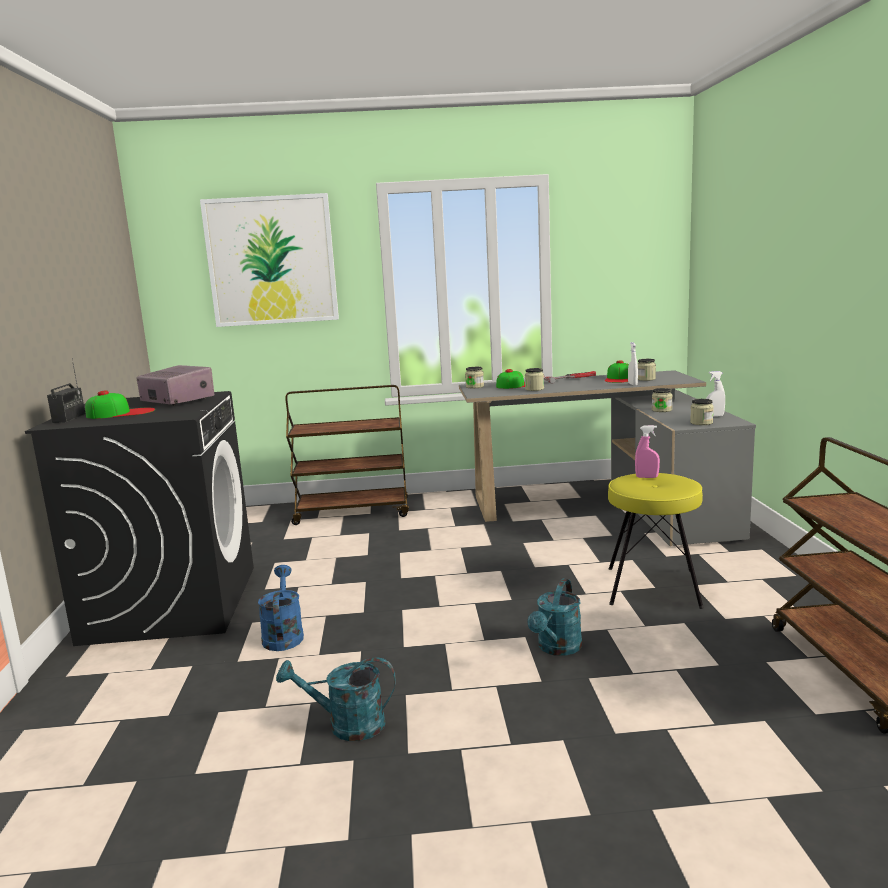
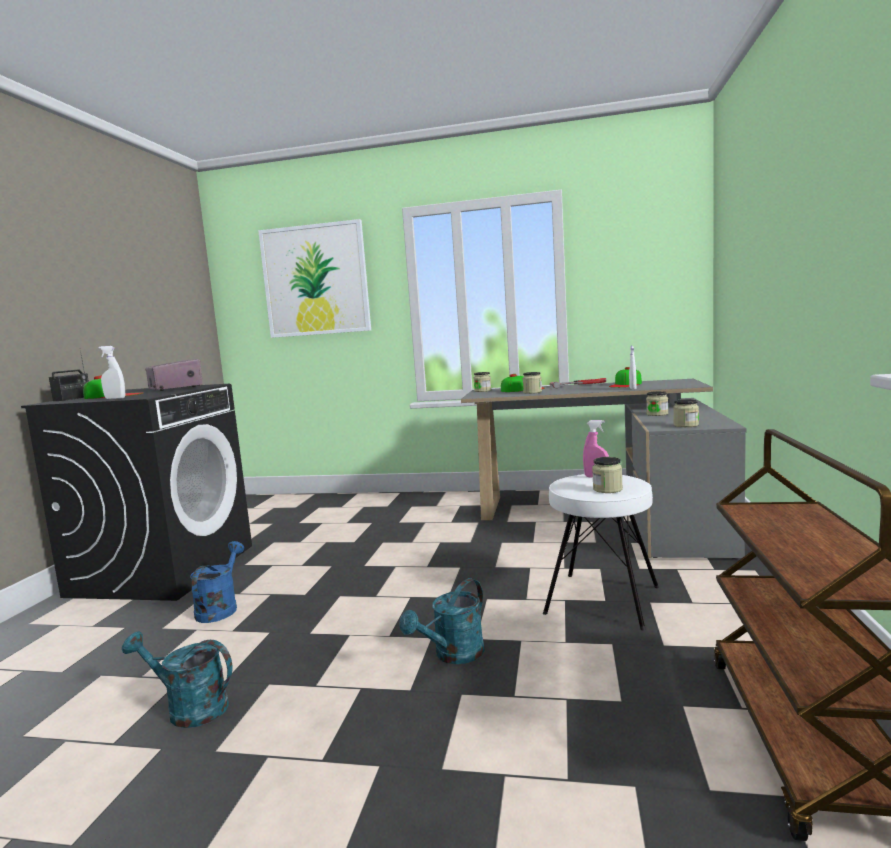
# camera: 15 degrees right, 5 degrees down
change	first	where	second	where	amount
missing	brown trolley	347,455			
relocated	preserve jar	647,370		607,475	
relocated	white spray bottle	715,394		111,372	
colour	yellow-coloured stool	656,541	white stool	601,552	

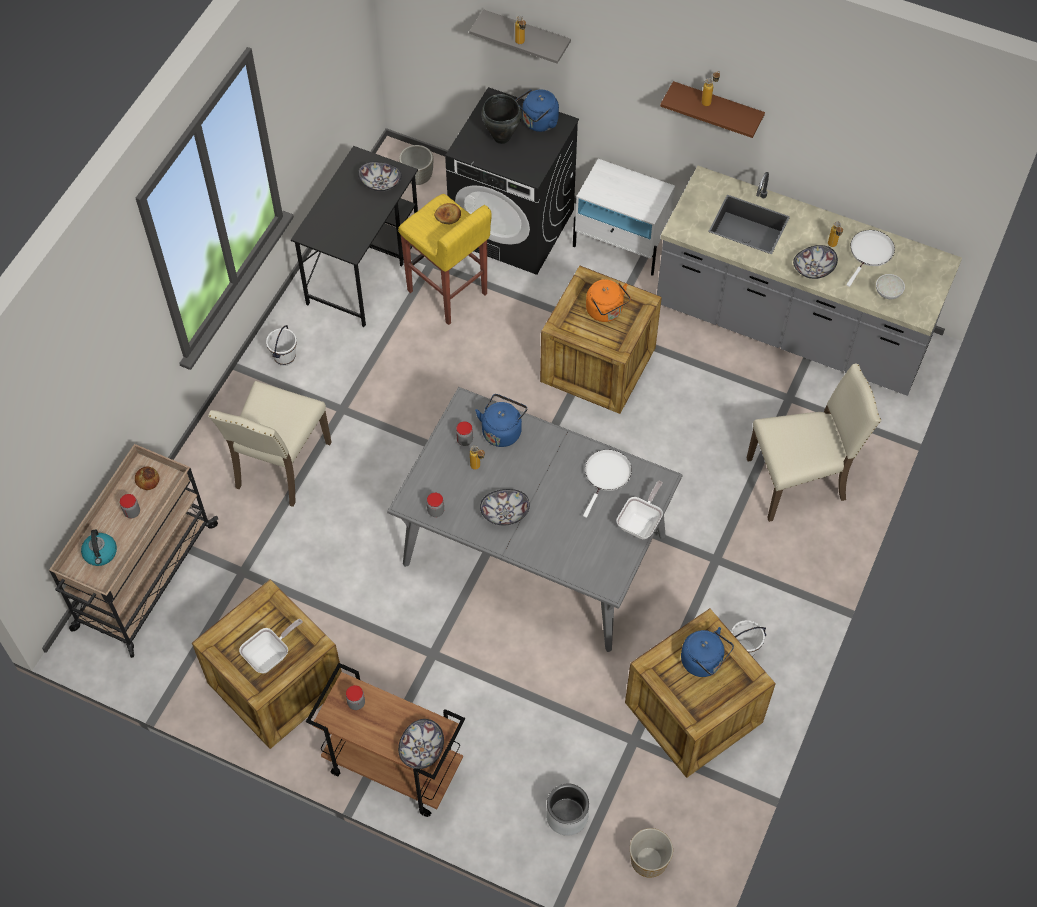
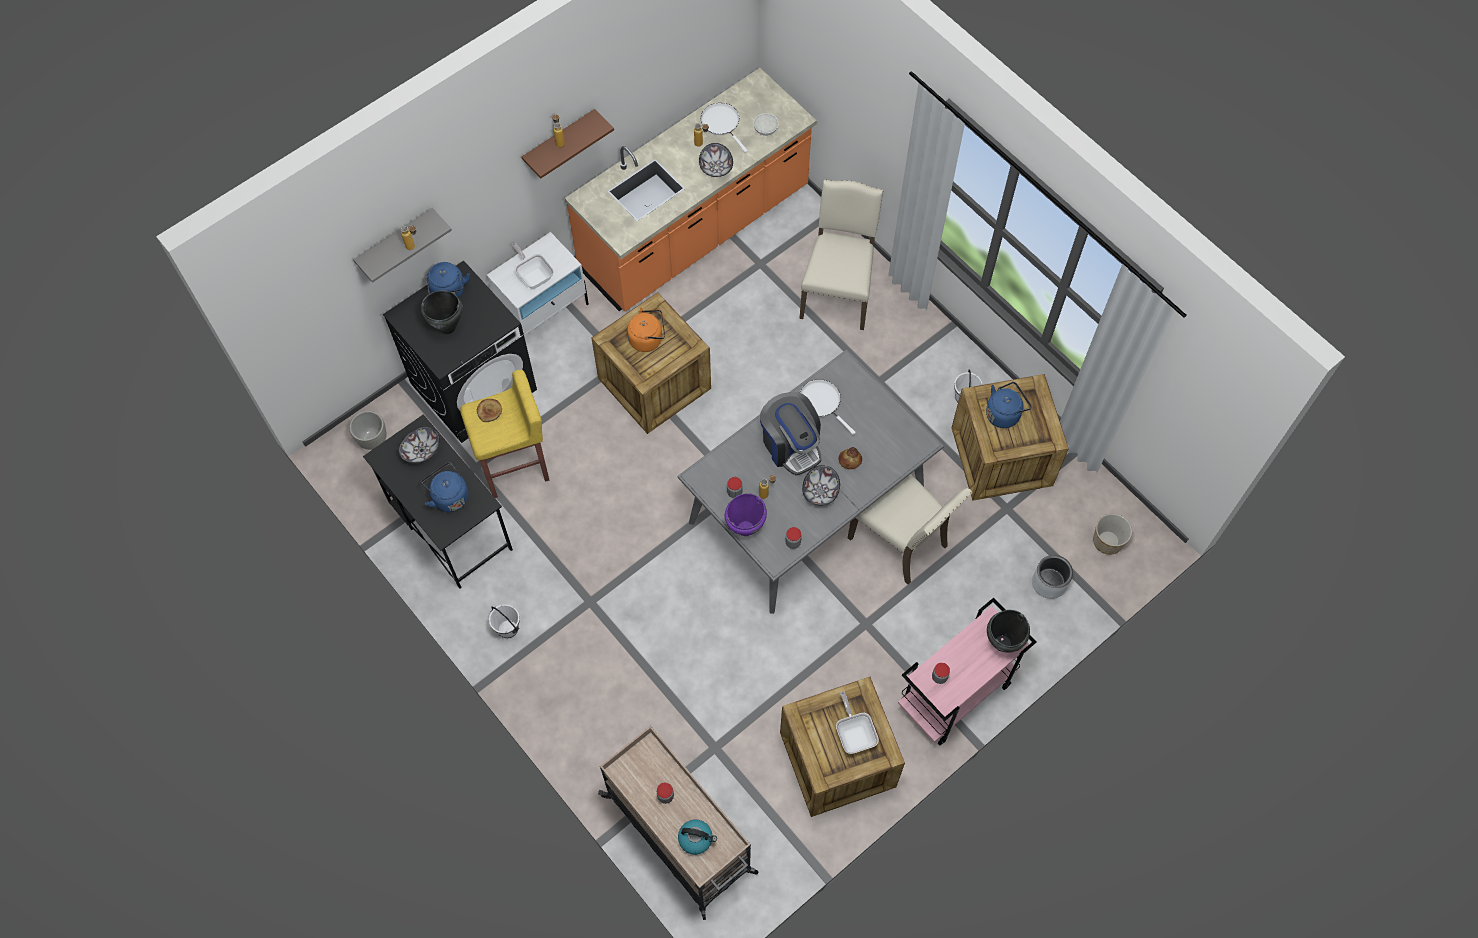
# camera: 65 degrees left, 5 degrees up
change	first	where	second	where	amount
appeared			purplish stockpot	746,514	
appeared			coffee brewer	790,434	
relocated	bakery bread	147,478		850,458	
relocated	beige chair	269,444		910,529	
relocated	blue-coloured water kettle	501,420		445,487	
relocated	pan	640,510		533,266	
exchanged	deep dish	421,744	black-coloured stockpot	1008,631	
colour	brown trolley	385,740	pink-coloured trolley	967,671	
colour	gray kitchen counter	809,281	orange kitchen counter	691,189	

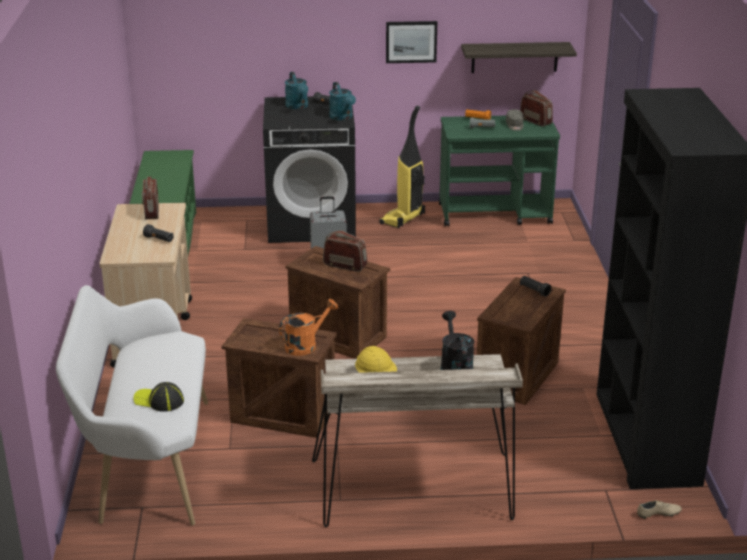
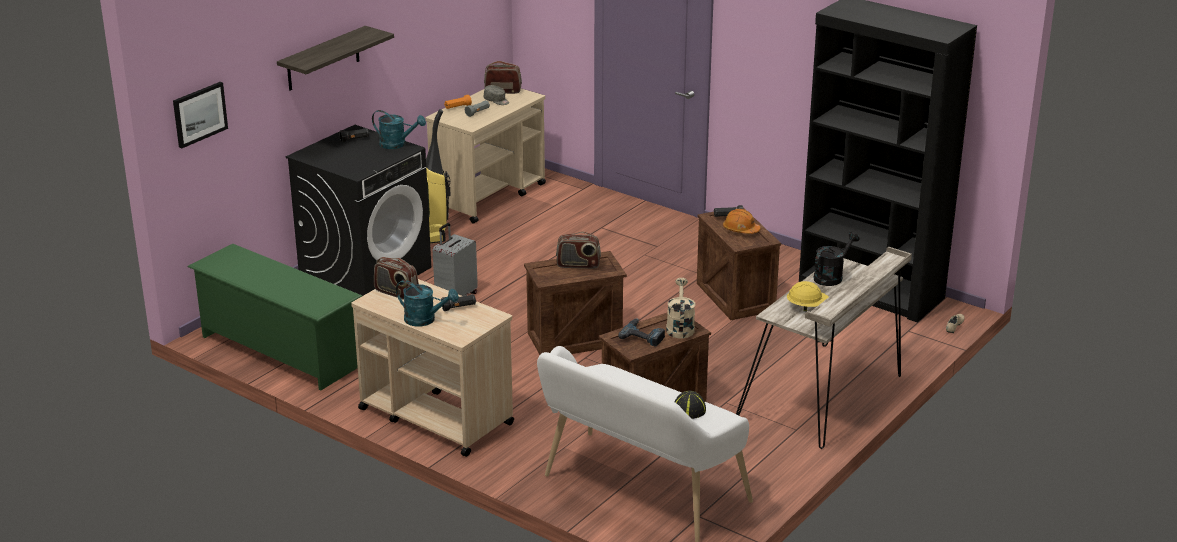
# camera: 50 degrees left, 0 degrees up
change	first	where	second	where	amount
appeared			drill	641,332	
appeared			orange safety helmet	742,221	
relocated	turquoise-coloured sprinkling can	296,90		427,303	
relocated	wall art	411,42		200,115	
relocated	bracket shelf	519,57		335,58	
colour	orange sprinkling can	308,327	beige sprinkling can	680,308	
colour	green-coloured trolley	499,171	beige trolley	486,156	
spun	radio receiver	345,251		578,250	150 degrees counterclockwise
spun	black-coloured sprinkling can	458,340		837,259	105 degrees clockwise

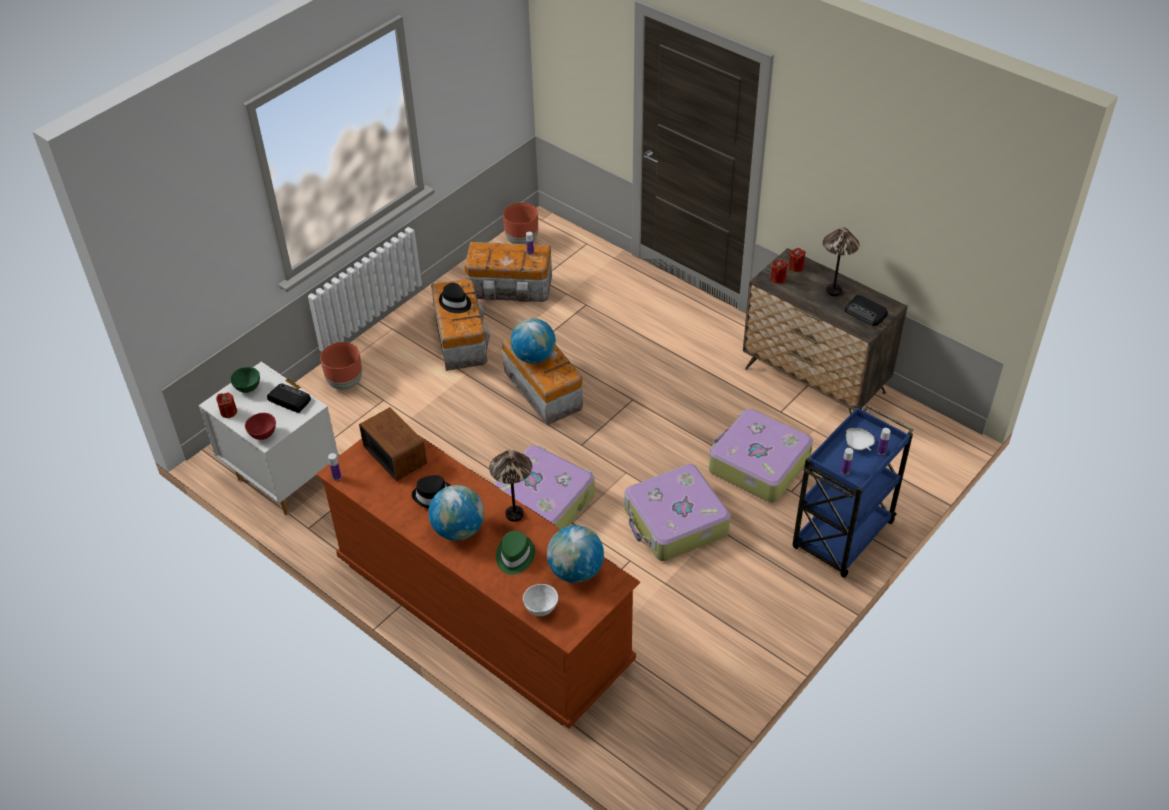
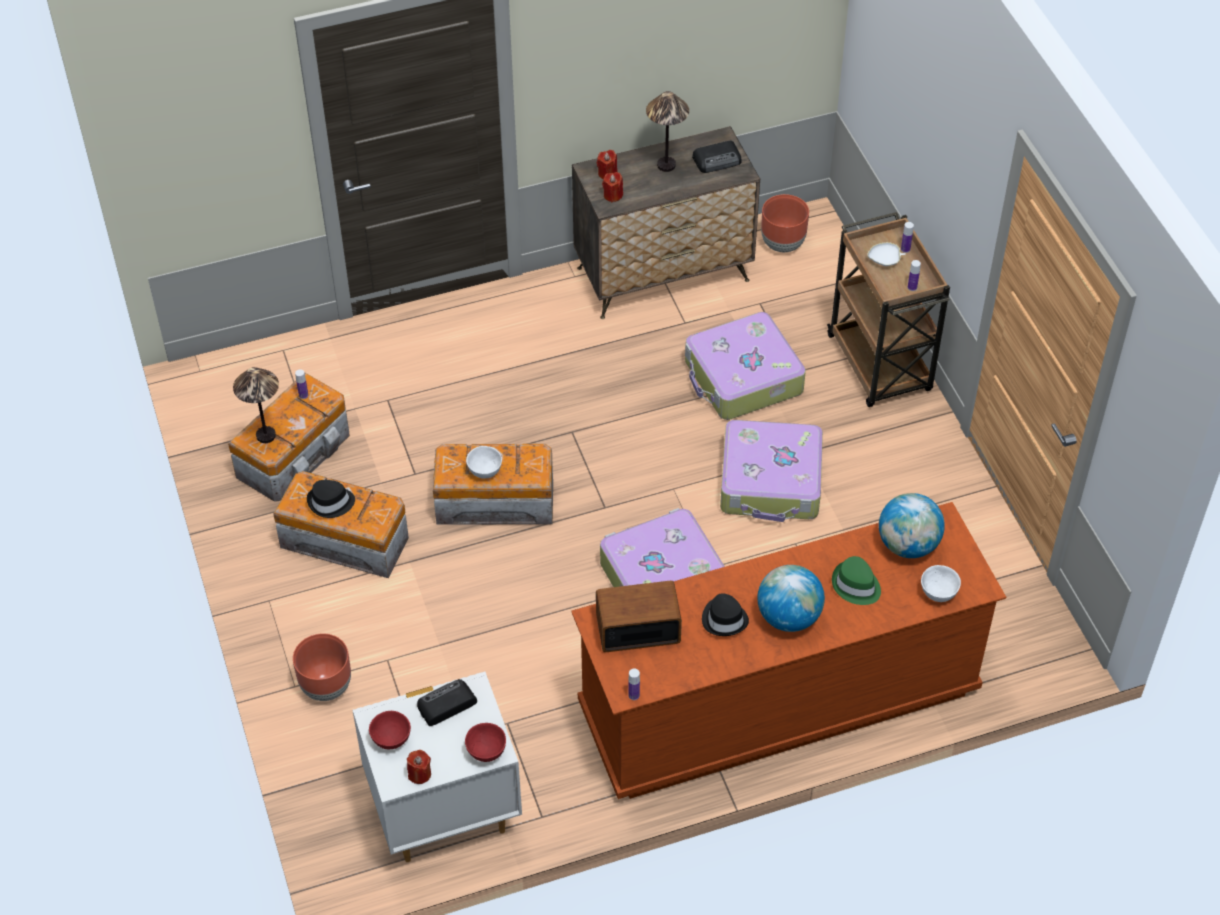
# camera: 60 degrees left, 5 degrees up
change	first	where	second	where	amount
relocated	tabletop lamp	510,486		256,405	
relocated	brown planter	520,223		785,223	
exchanged	desk globe	533,340	white deep dish	484,462	
colour	green-coloured deep dish	245,380	red deep dish	390,730	
colour	blue-coloured trolley	853,491	brown trolley	888,309	

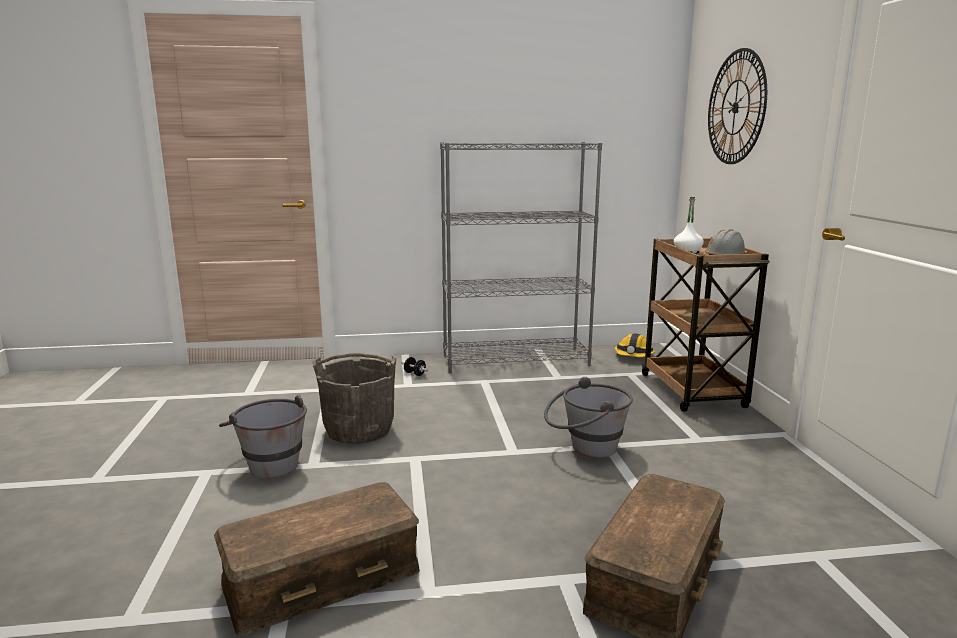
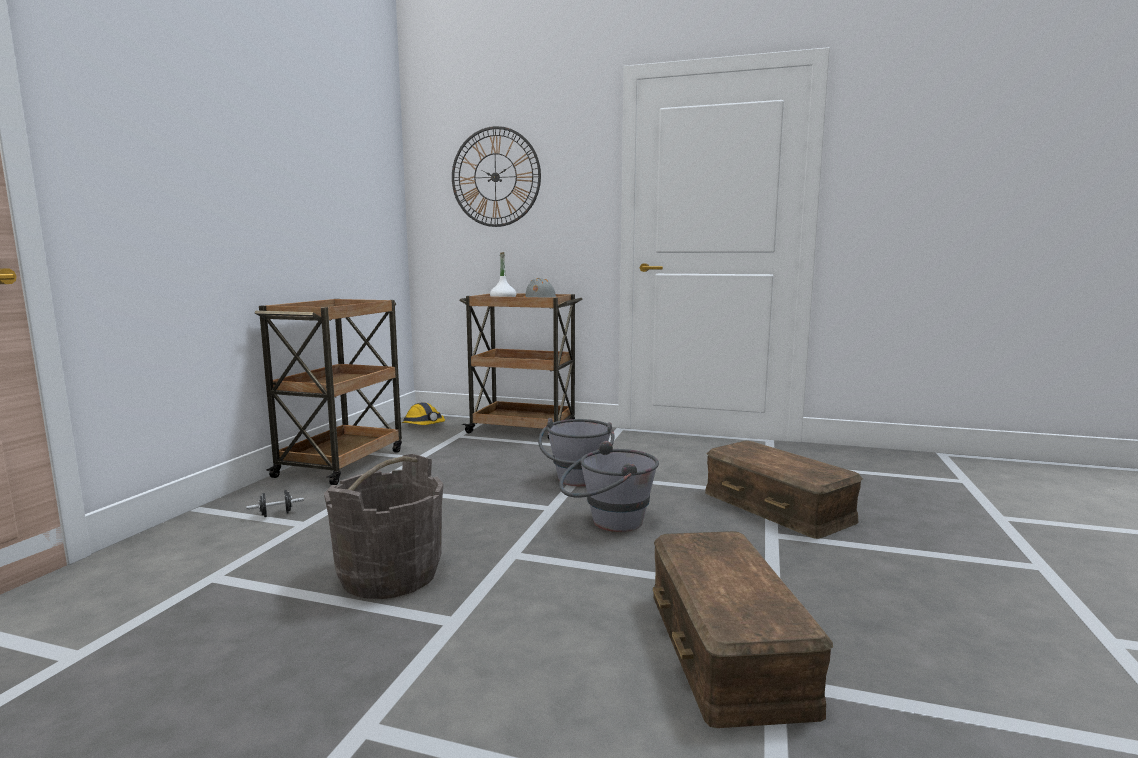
# camera: 65 degrees left, 5 degrees down
change	first	where	second	where	amount
relocated	gray bucket	263,437		609,486	
exchanged	gray bookcase	521,257	brown trolley	328,392	

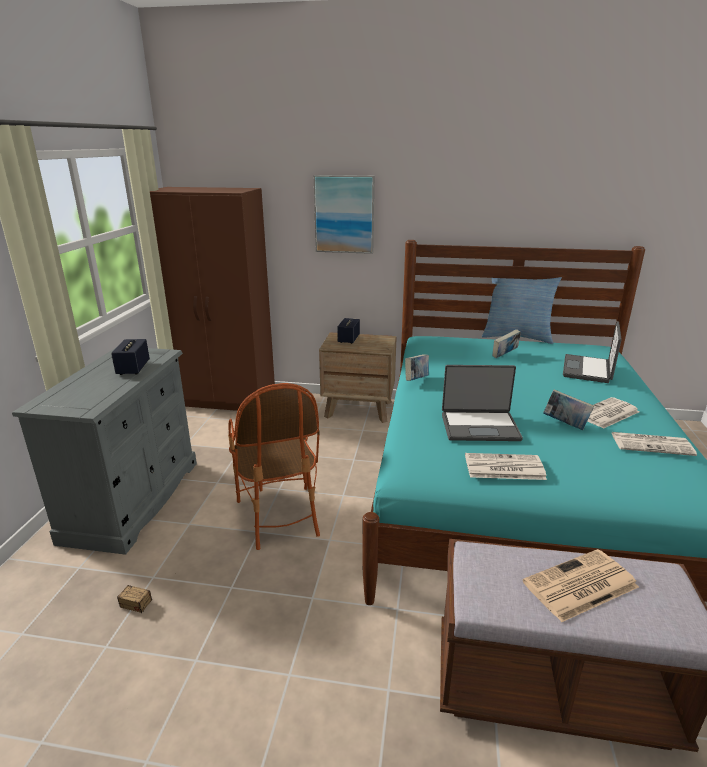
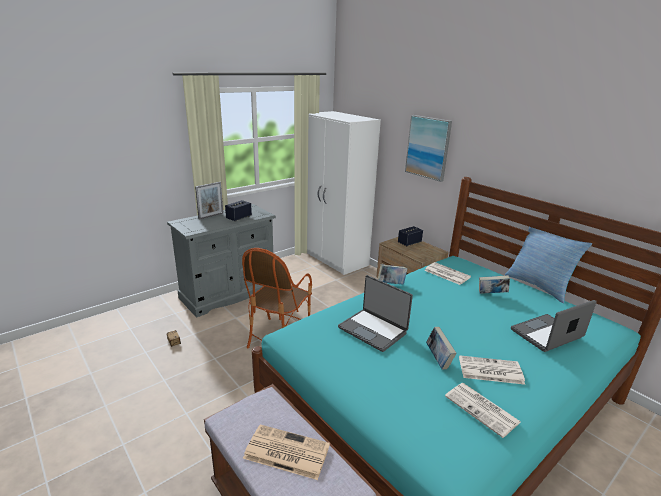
# camera: 40 degrees right, 0 degrees up
change	first	where	second	where	amount
appeared			photo frame	209,201	
relocated	printed paper	506,466		447,273	
colour	brown armoire	212,299	white armoire	344,193	

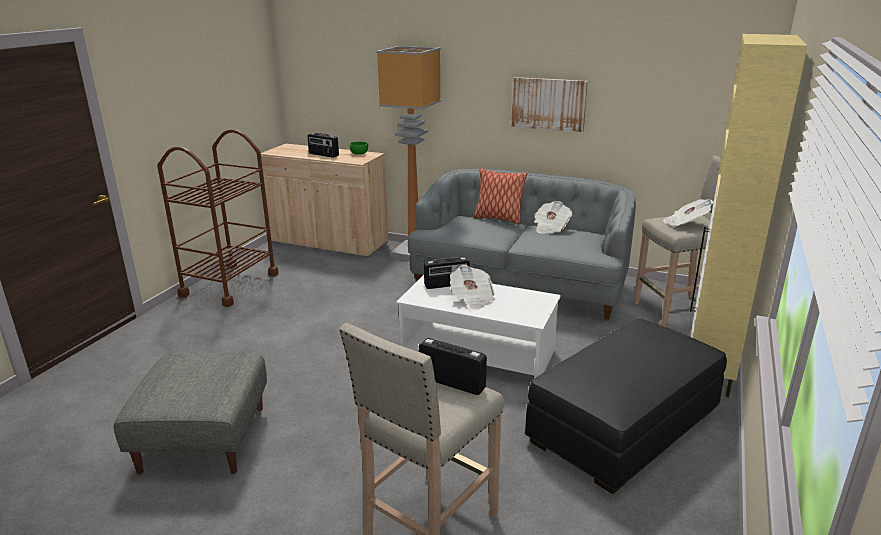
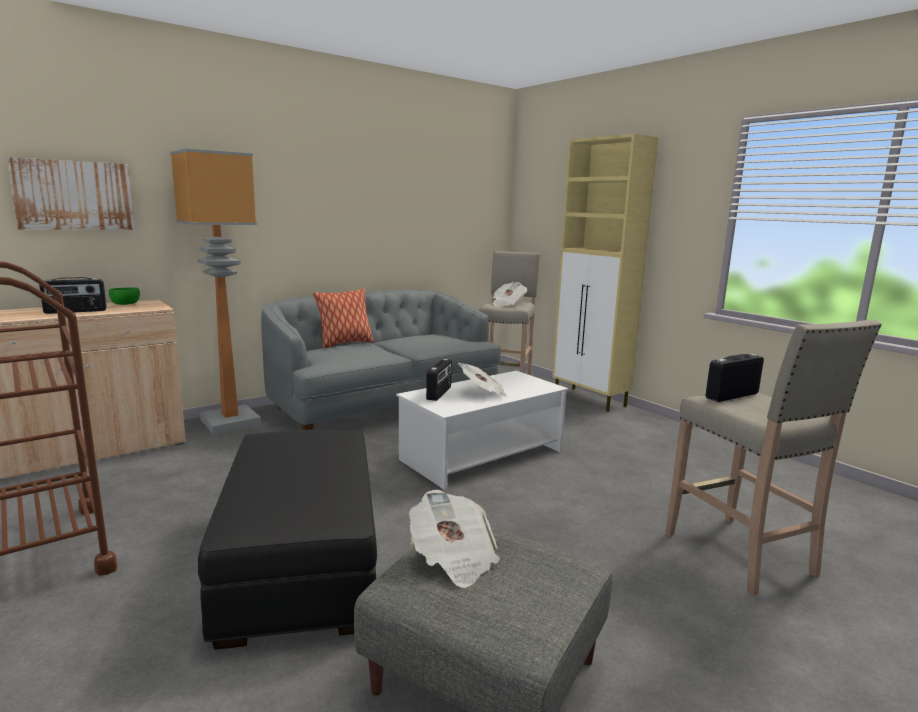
# camera: 60 degrees left, 10 degrees down
change	first	where	second	where	amount
relocated	wall art	549,104		71,193	
relocated	black-coloured footrest	626,406		287,539	
relocated	printed paper	553,217		454,539	

